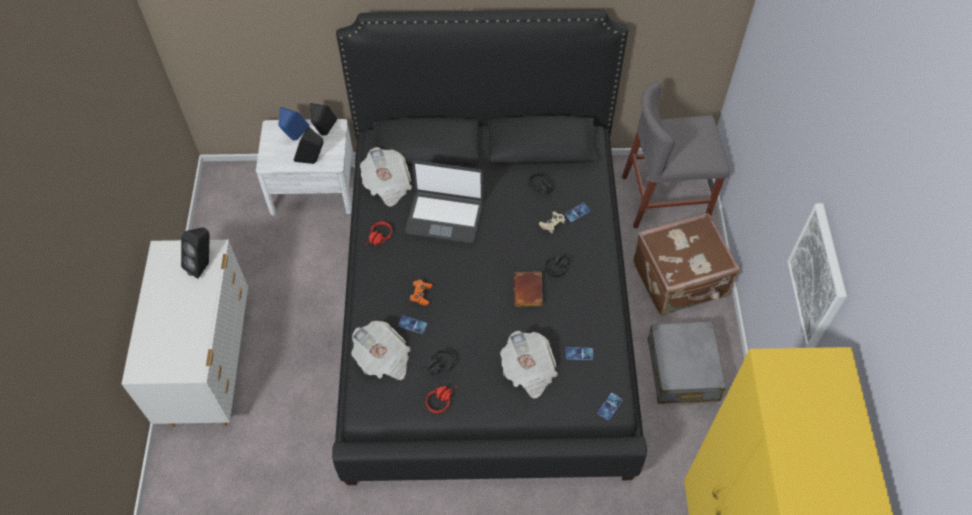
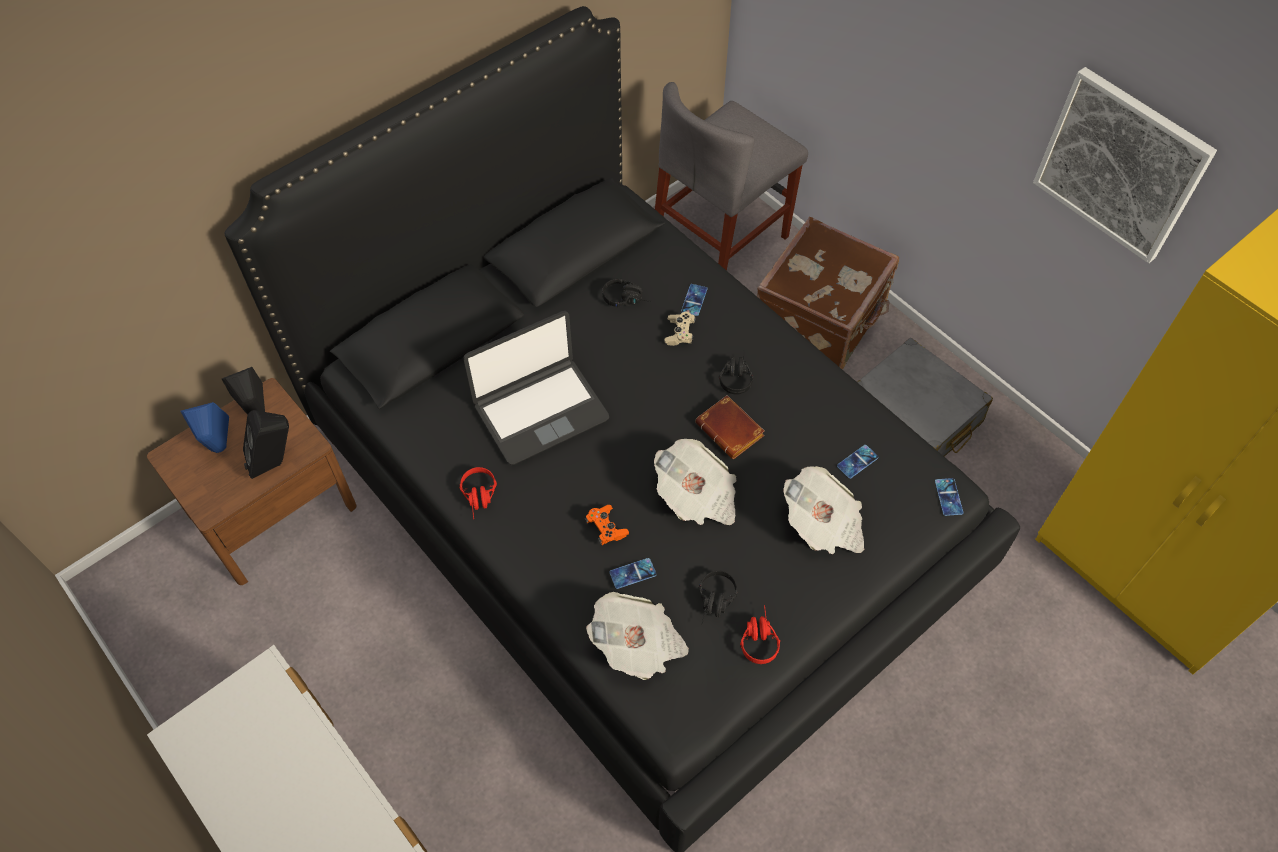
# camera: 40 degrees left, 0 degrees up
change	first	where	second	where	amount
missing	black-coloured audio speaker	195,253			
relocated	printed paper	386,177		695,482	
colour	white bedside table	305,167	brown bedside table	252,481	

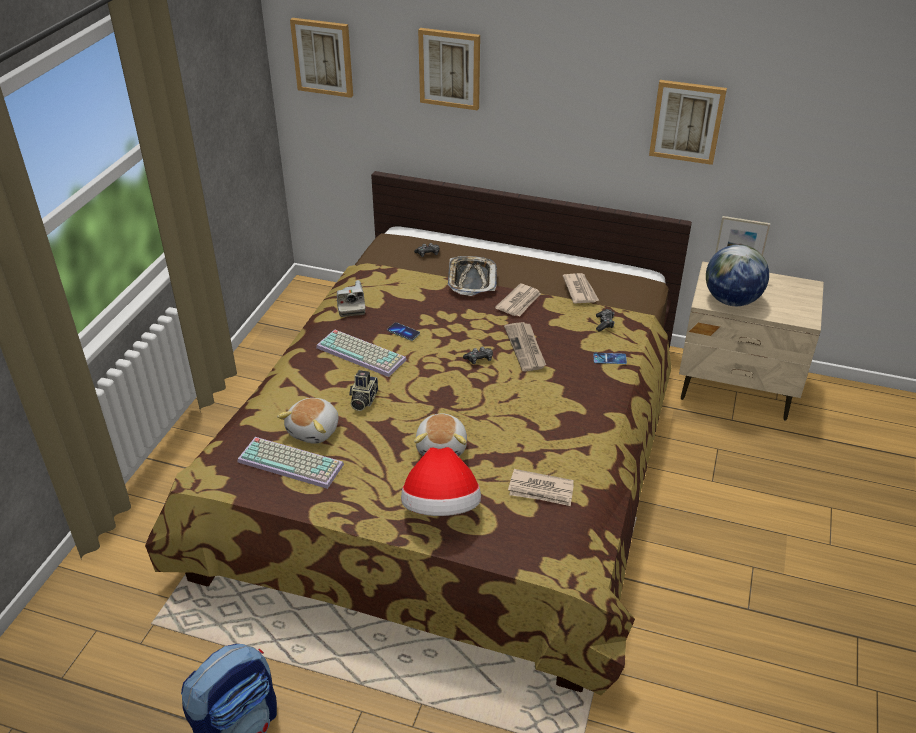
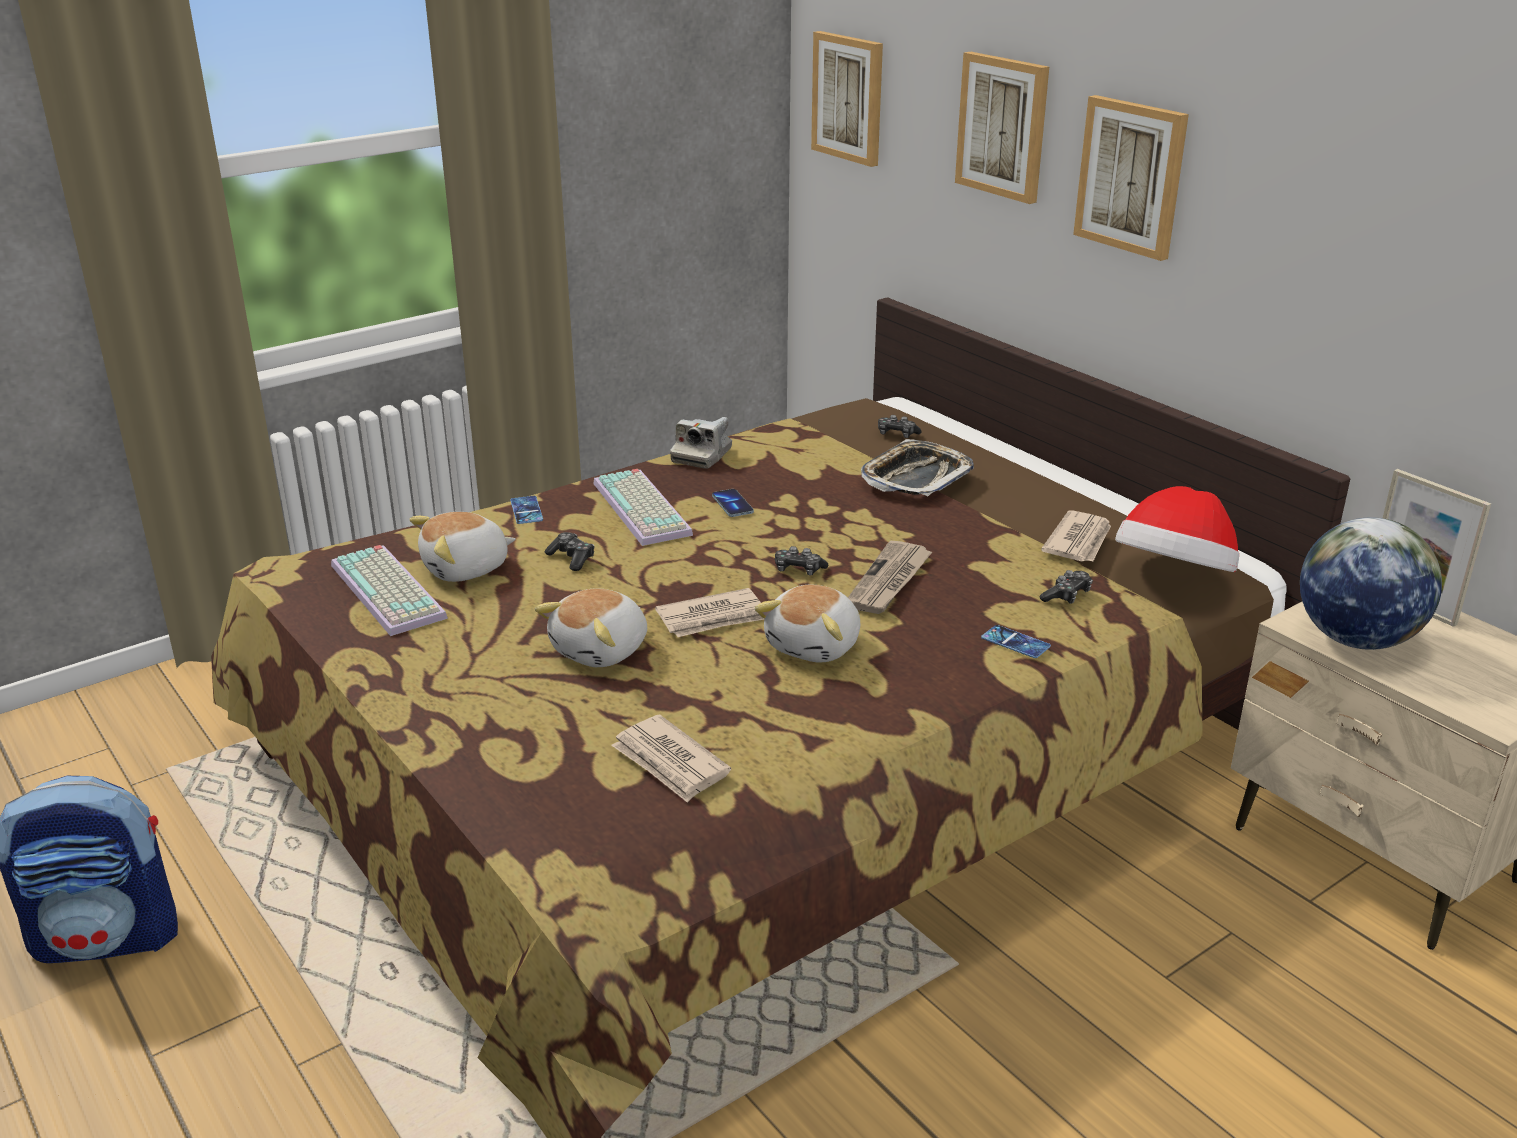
# camera: 35 degrees right, 10 degrees down
change	first	where	second	where	amount
appeared			phone	526,510	
appeared			soft toy	807,623	
relocated	clothing hat	441,481		1177,529	
relocated	printed paper	518,300		710,612	
relocated	wall art	688,122		1131,178	
exchanged	still camera	363,390	joypad	570,551	

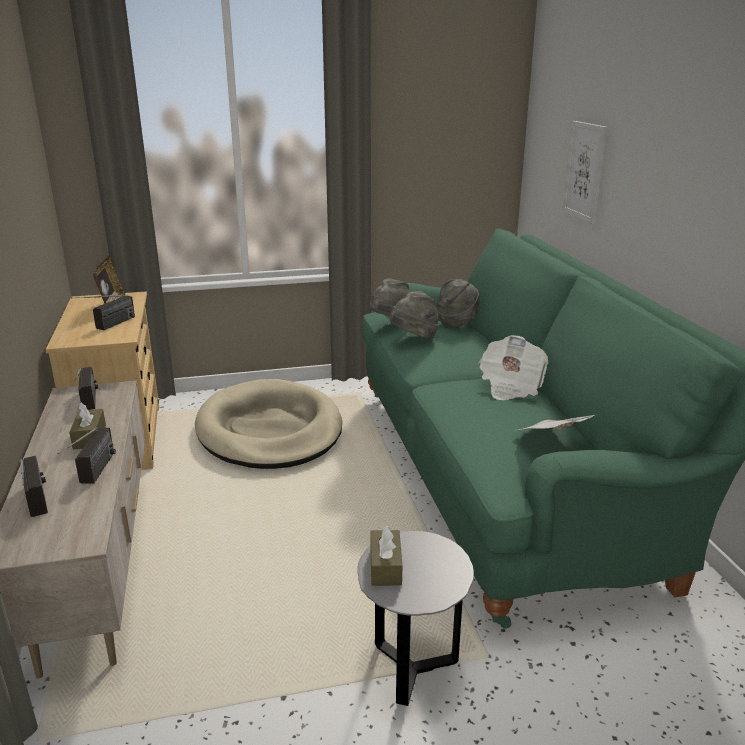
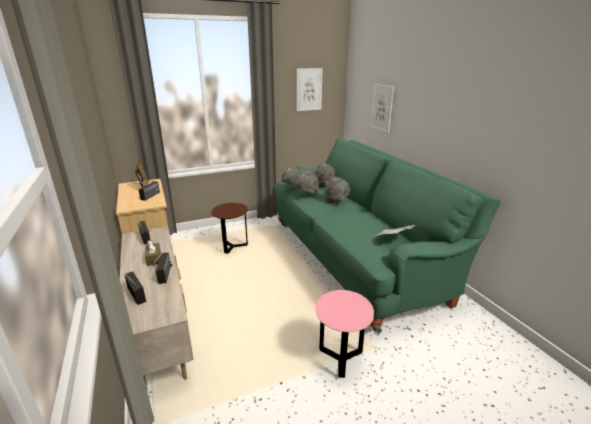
# camera: 10 degrees left, 0 degrees up
change	first	where	second	where	amount
missing	brown tissue holder	386,555			
missing	printed paper	513,367			
appeared			wall art	309,89	
appeared			gray clothing hat	337,190	
exchanged	beige dog cushion	268,424	brown accent table	229,228	
colour	gray accent table	415,618	pink-coloured accent table	344,334	

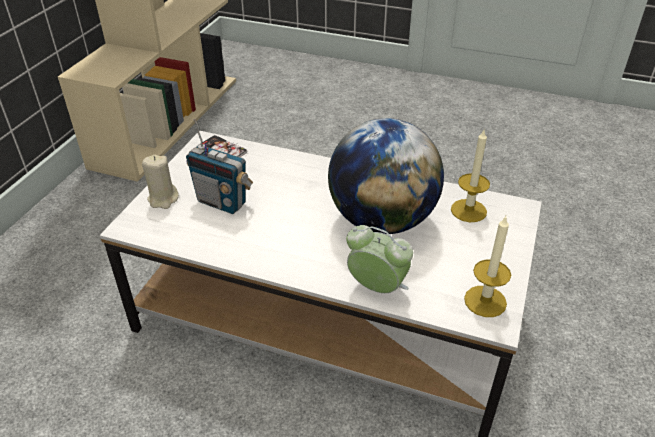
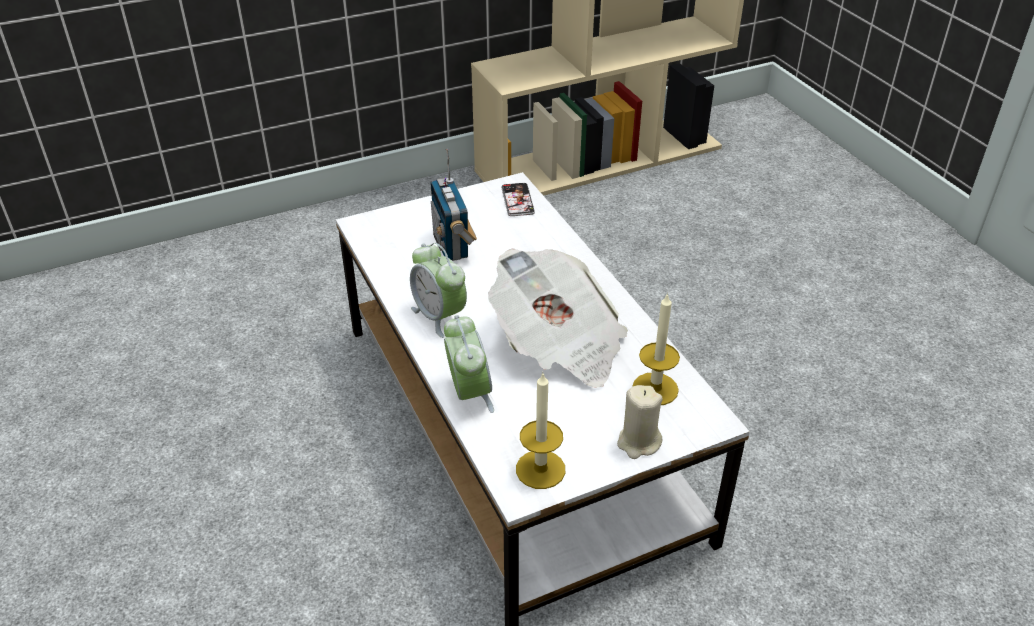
# camera: 45 degrees right, 0 degrees up
change	first	where	second	where	amount
appeared			alarm clock	438,290	
relocated	beige candle	160,182		639,422	
exchanged	desk globe	386,176	printed paper	558,318	

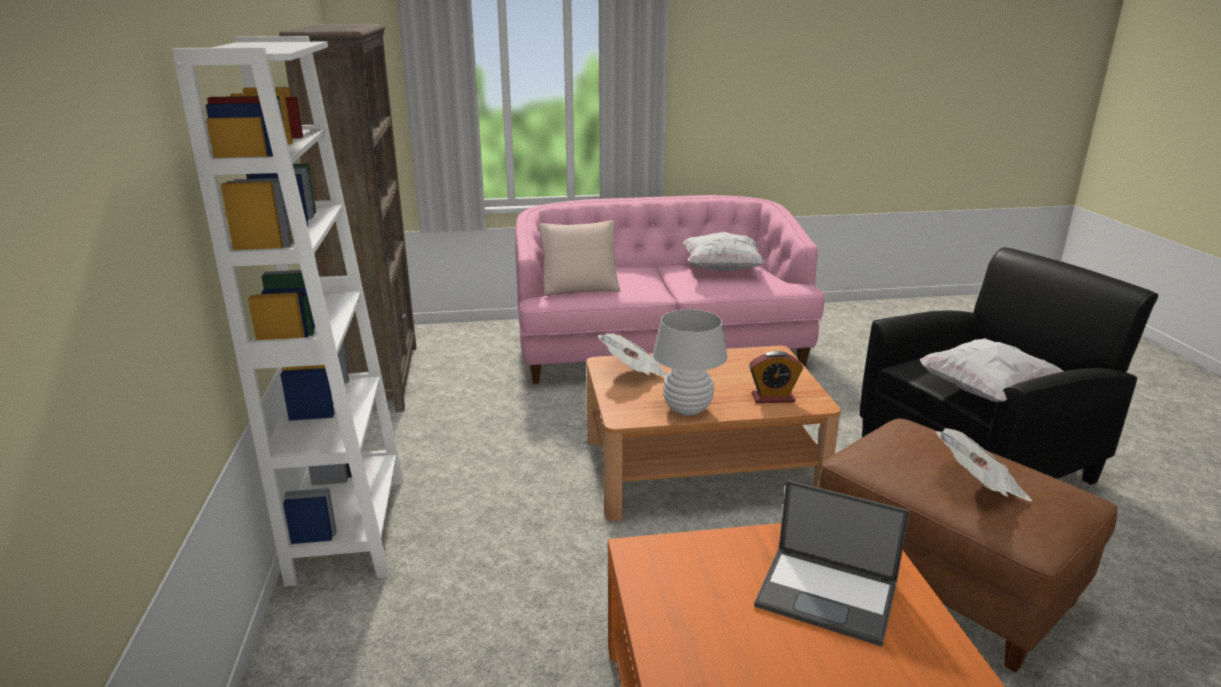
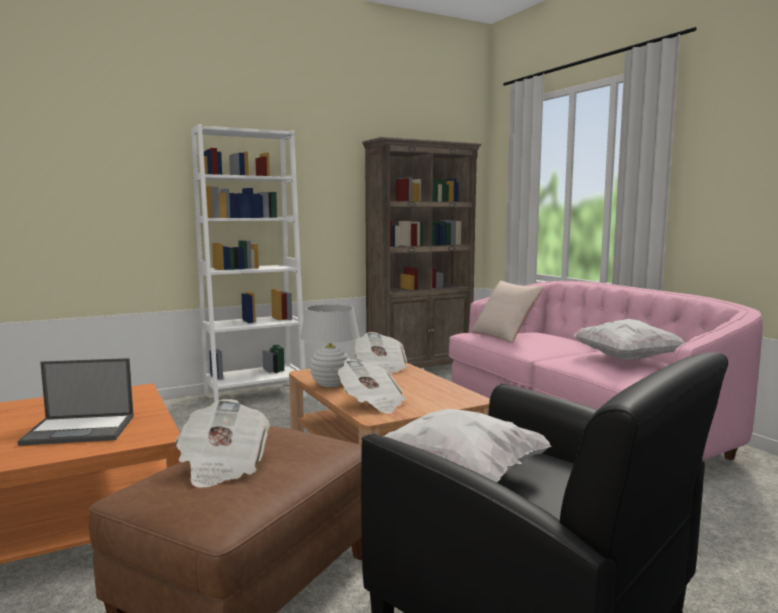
# camera: 70 degrees right, 15 degrees down
change	first	where	second	where	amount
exchanged	alarm clock	776,377	printed paper	371,386	
spun	laptop	832,563		76,402	105 degrees counterclockwise

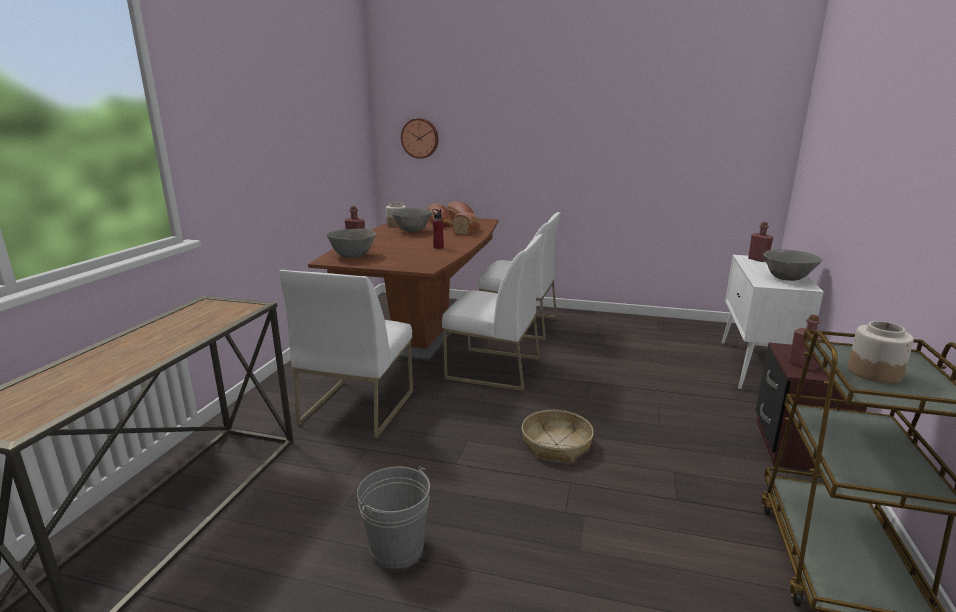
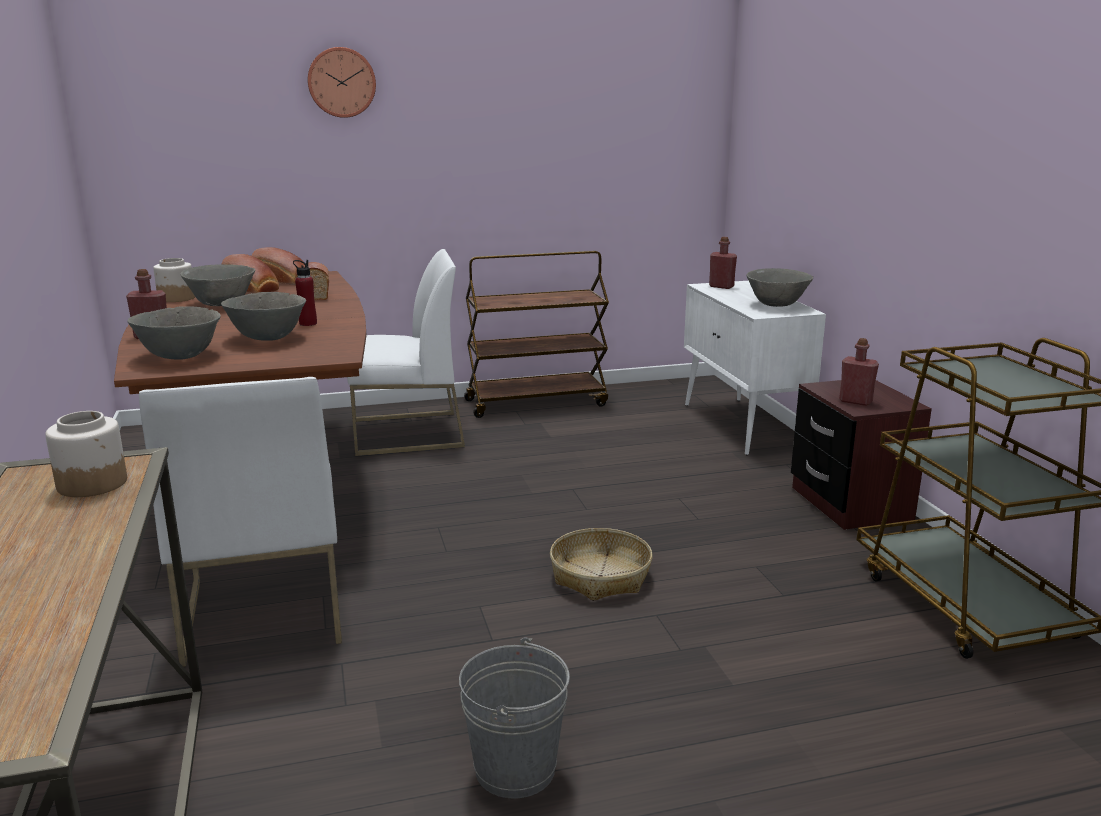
# camera: 30 degrees left, 0 degrees up
change	first	where	second	where	amount
missing	white chair	492,312			
appeared			gray deep dish	263,316	
appeared			brown trolley	536,334	
relocated	hanging clock	420,138		342,82	
relocated	preserve jar	880,352		86,454	

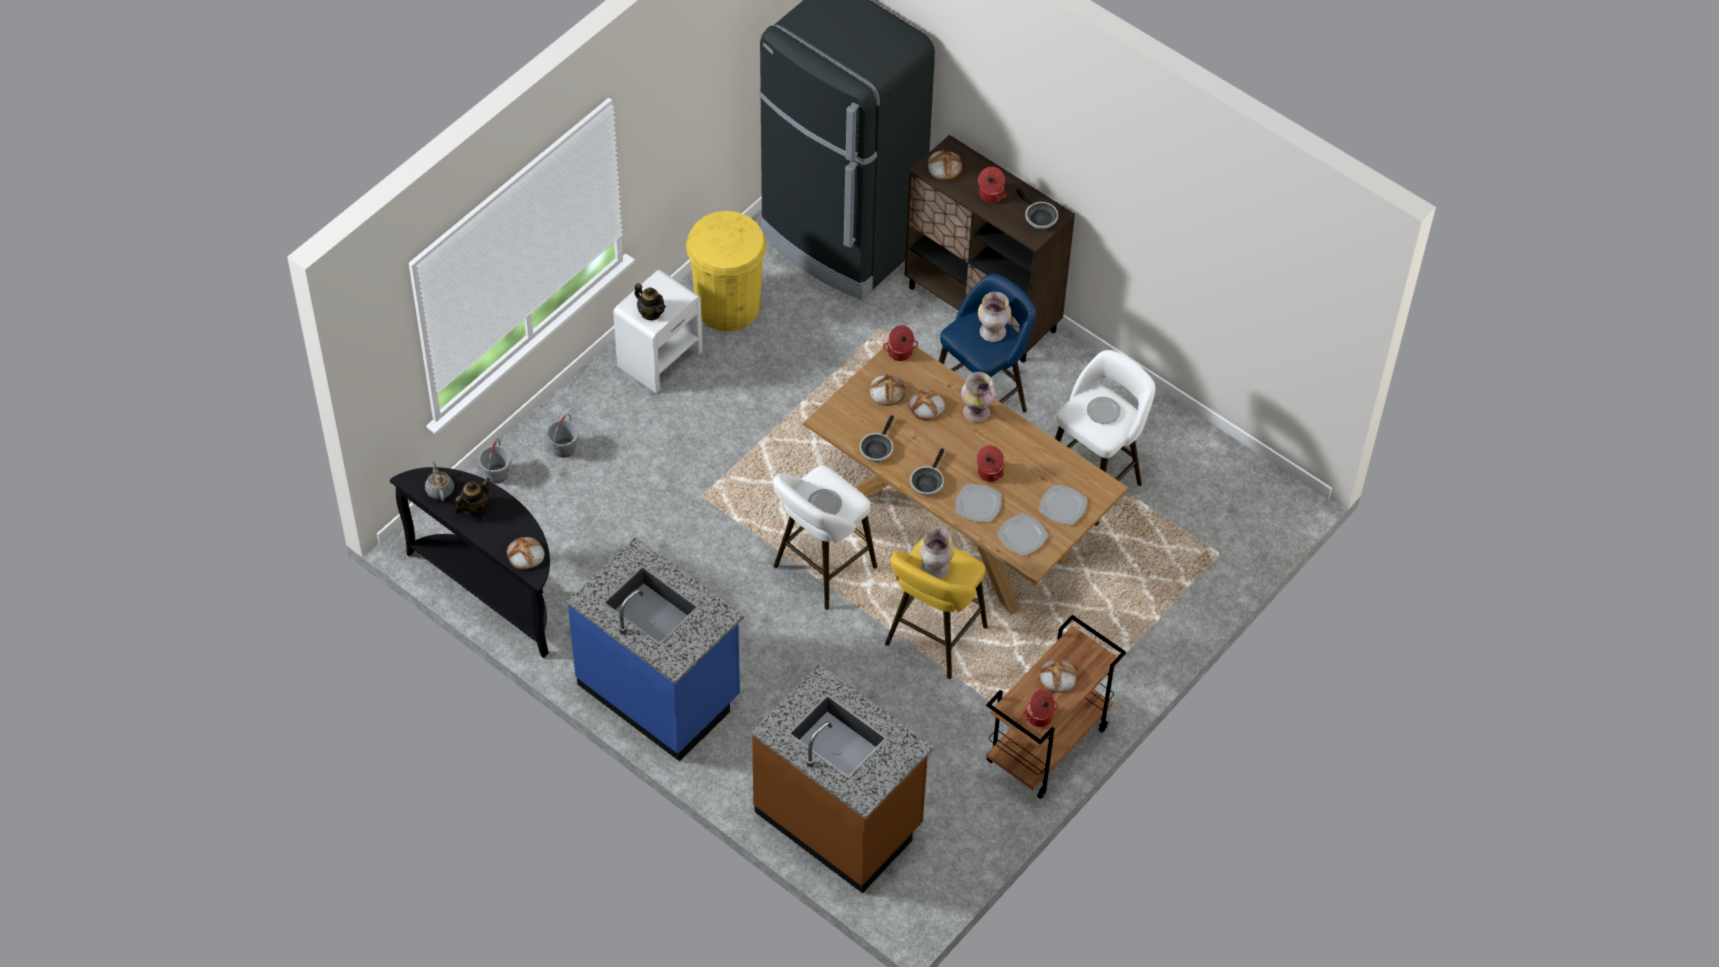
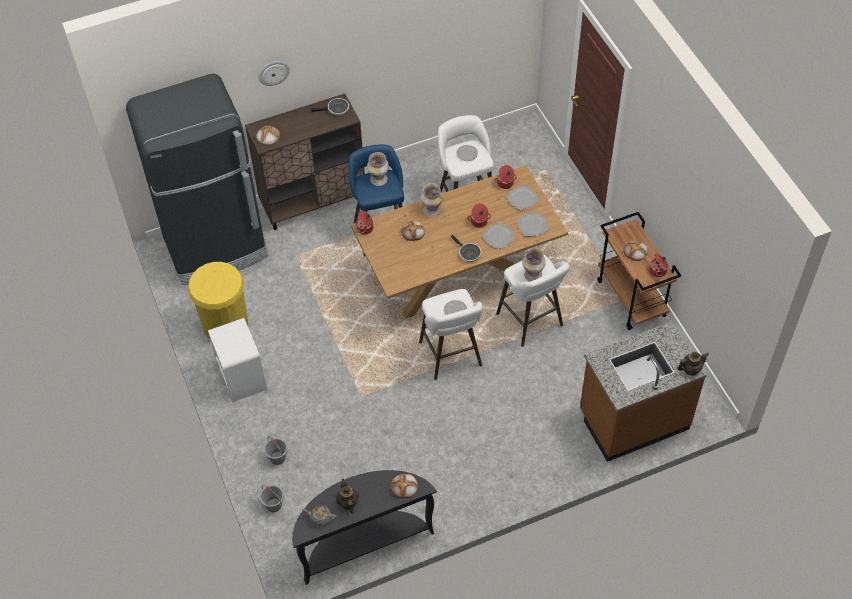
# camera: 60 degrees left, 0 degrees up
change	first	where	second	where	amount
missing	blue-coloured kitchen counter	655,649			
missing	pan	876,438			
missing	bakery bread	887,390			
appeared			hanging clock	274,73	
relocated	pot for tea	650,301		693,364	
relocated	stockpot	992,185		505,177	
colour	yellow-coloured stool	936,608	white stool	532,300	

